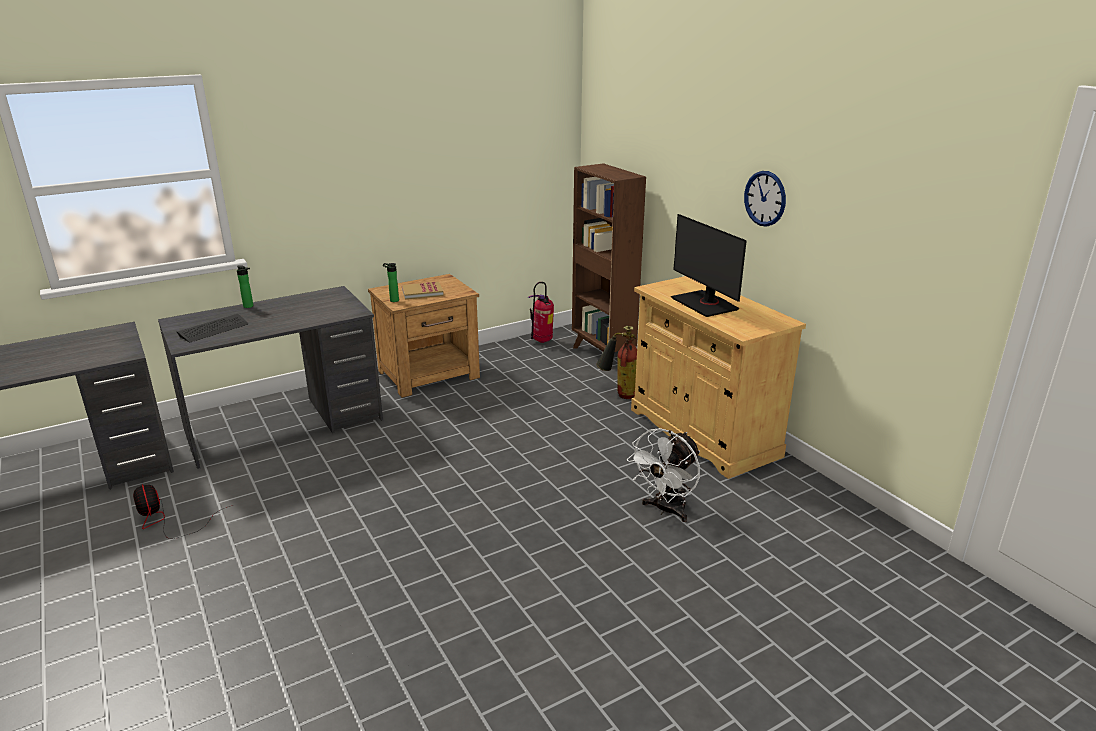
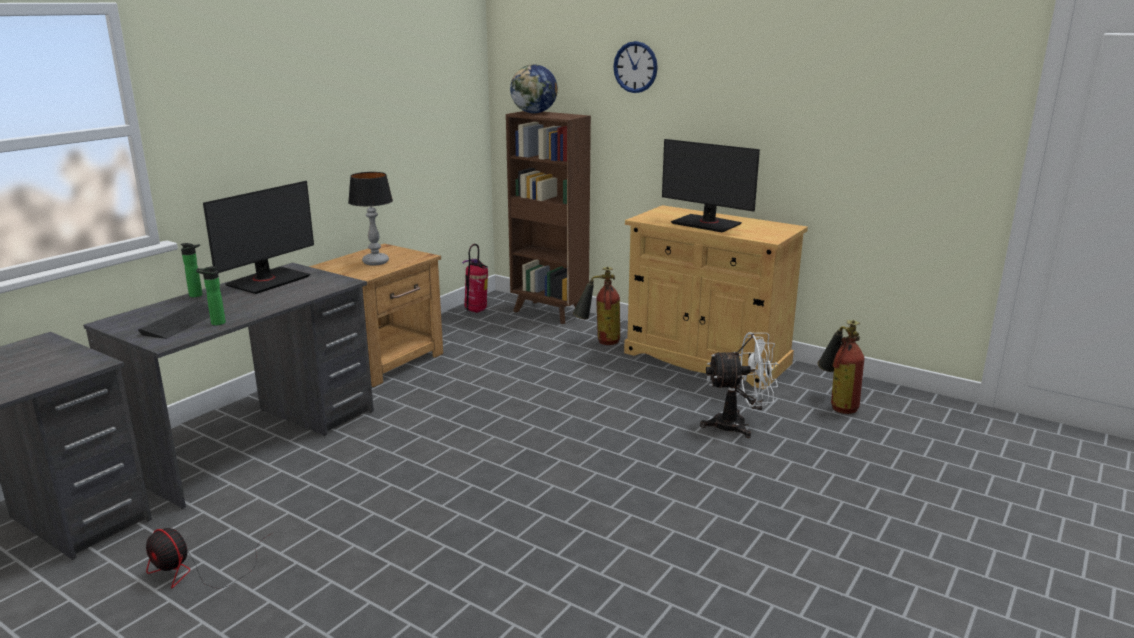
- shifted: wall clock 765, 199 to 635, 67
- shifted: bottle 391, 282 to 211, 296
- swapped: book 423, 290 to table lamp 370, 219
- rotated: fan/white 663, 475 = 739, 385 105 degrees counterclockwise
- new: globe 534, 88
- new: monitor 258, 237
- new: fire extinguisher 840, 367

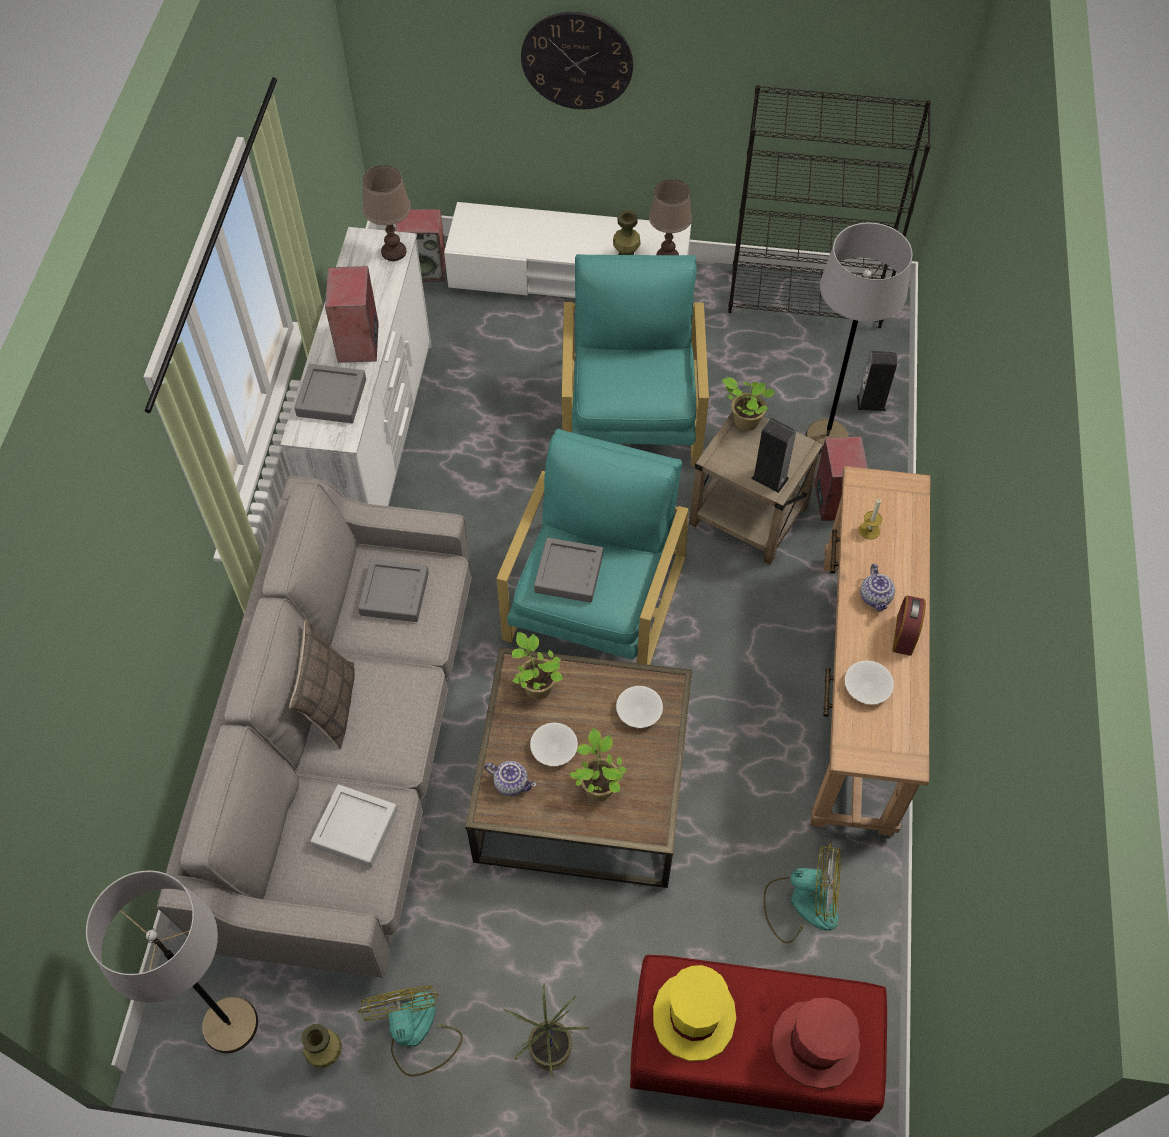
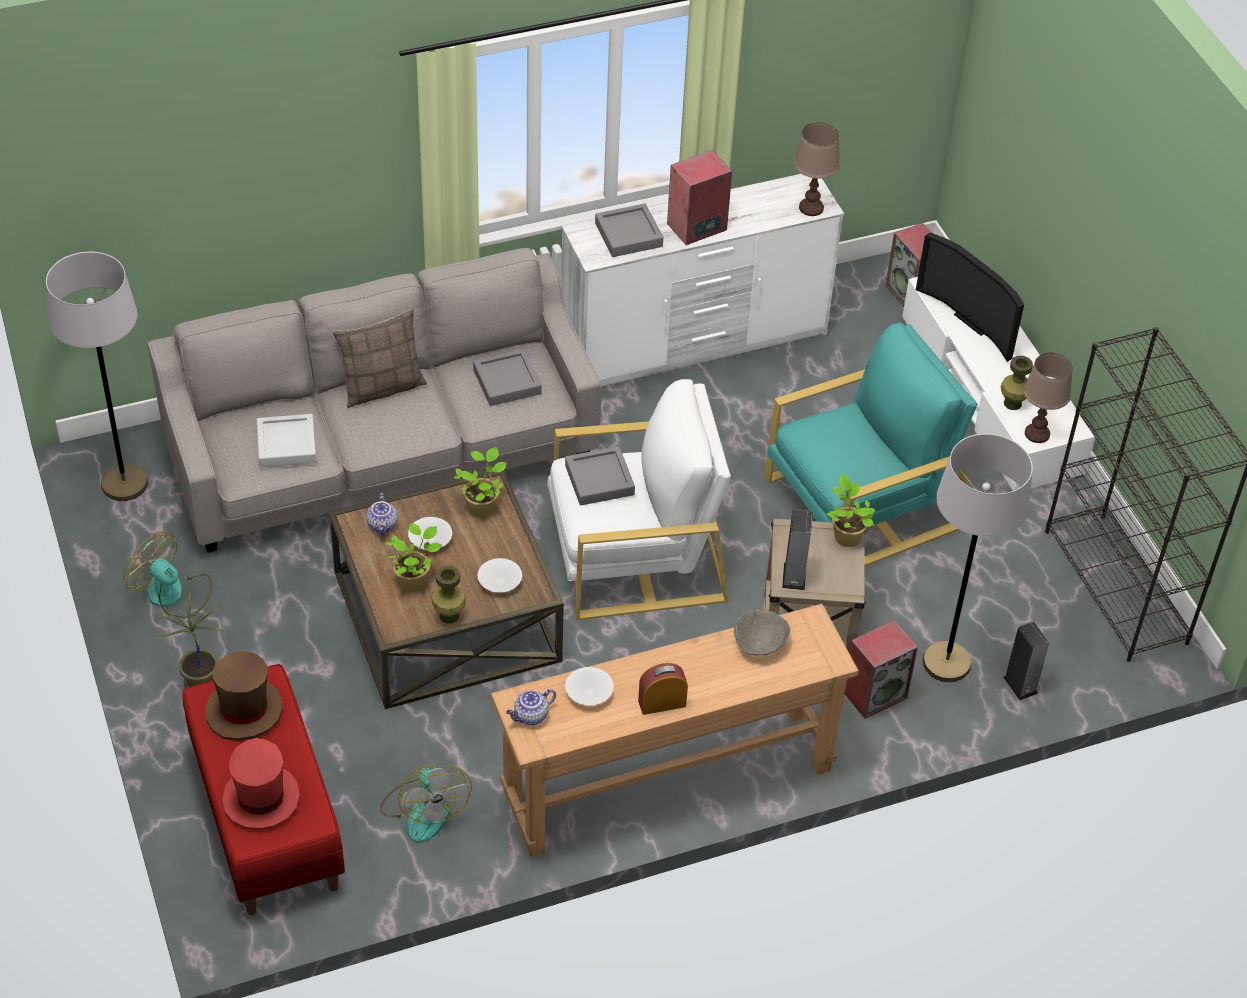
- gone: wall clock 577, 60
- repainted: armchair/turquoise 592, 547 to armchair/white 639, 499
- swapped: candle 870, 518 to bowl/grey 762, 632
- shifted: teapot 877, 587 to 531, 707
- repainted: hat/yellow 694, 1013 to hat/brown 244, 696
- rotated: fan 410, 1031 = 167, 575 105 degrees counterclockwise
- shifted: vase/green 321, 1046 to 449, 595
- new: television 970, 297

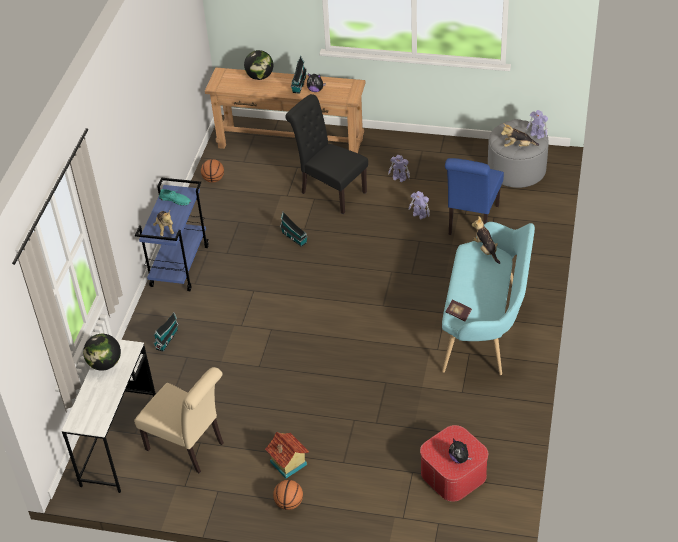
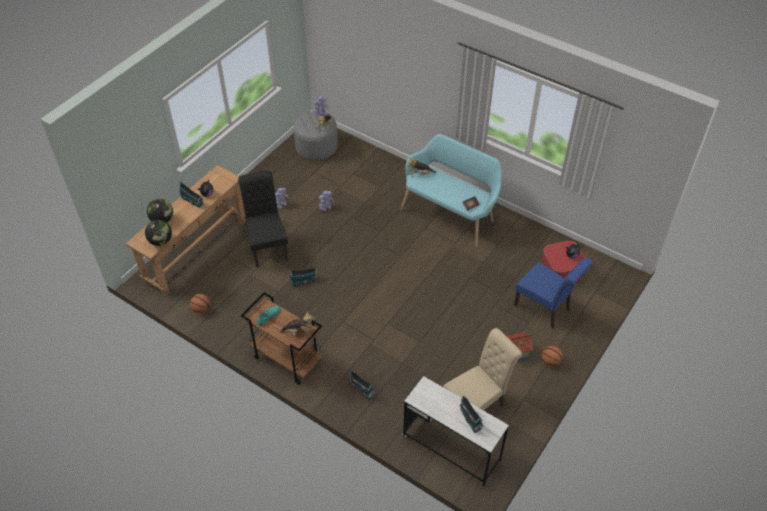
- rotated: chair/black 326, 154 = 263, 219 105 degrees clockwise
- shifted: chair/blue 474, 196 to 553, 293
- repainted: cart/blue 172, 234 to cart/brown 281, 338
- shifted: globe 102, 352 to 158, 233
- new: toy house 471, 414

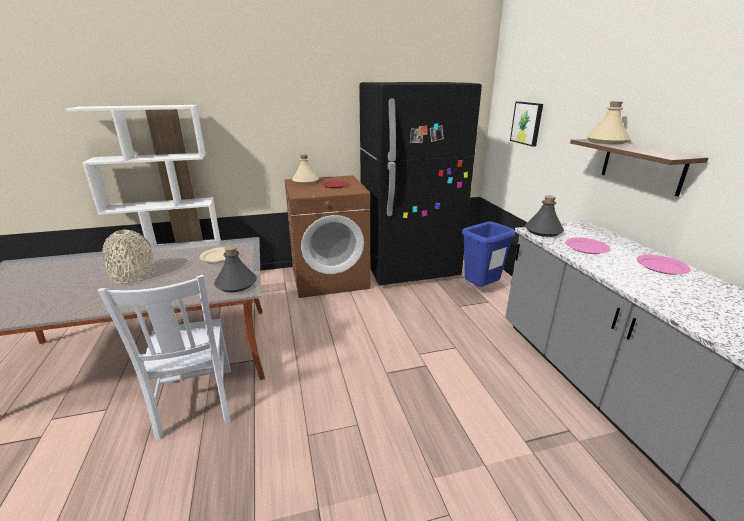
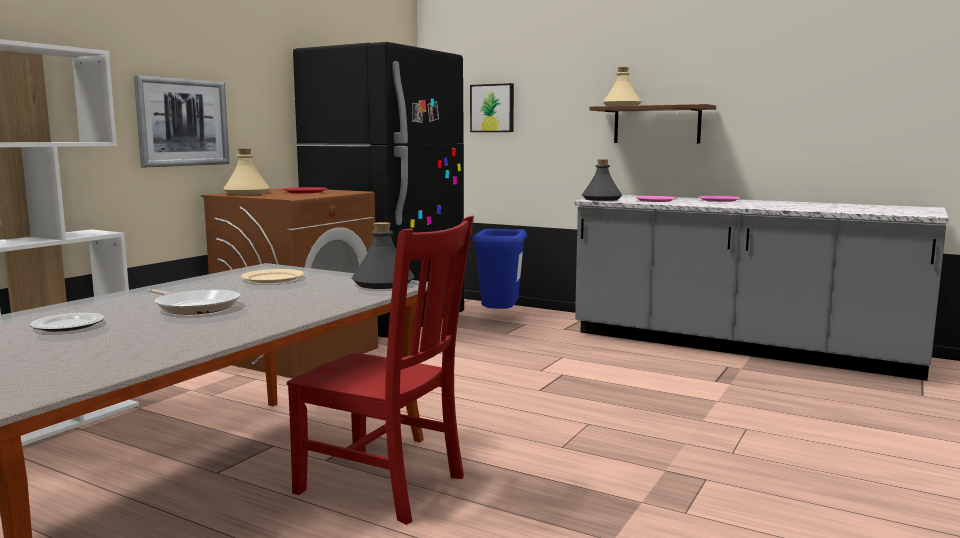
- swapped: vase/beige 129, 256 to frying pan 194, 302
- repainted: chair/white 164, 357 to chair/red 380, 370
- new: picture 182, 121
- new: plate 67, 322

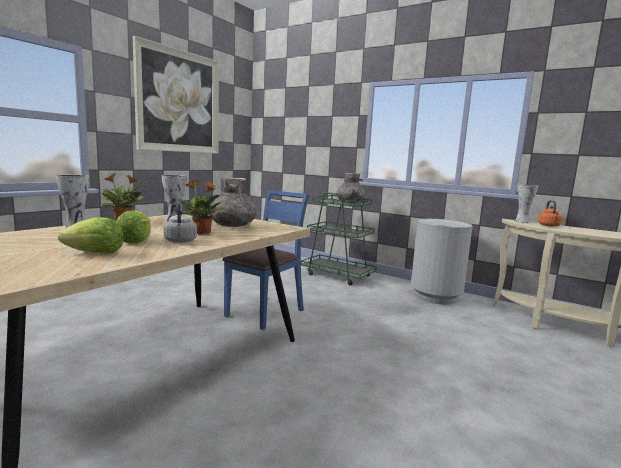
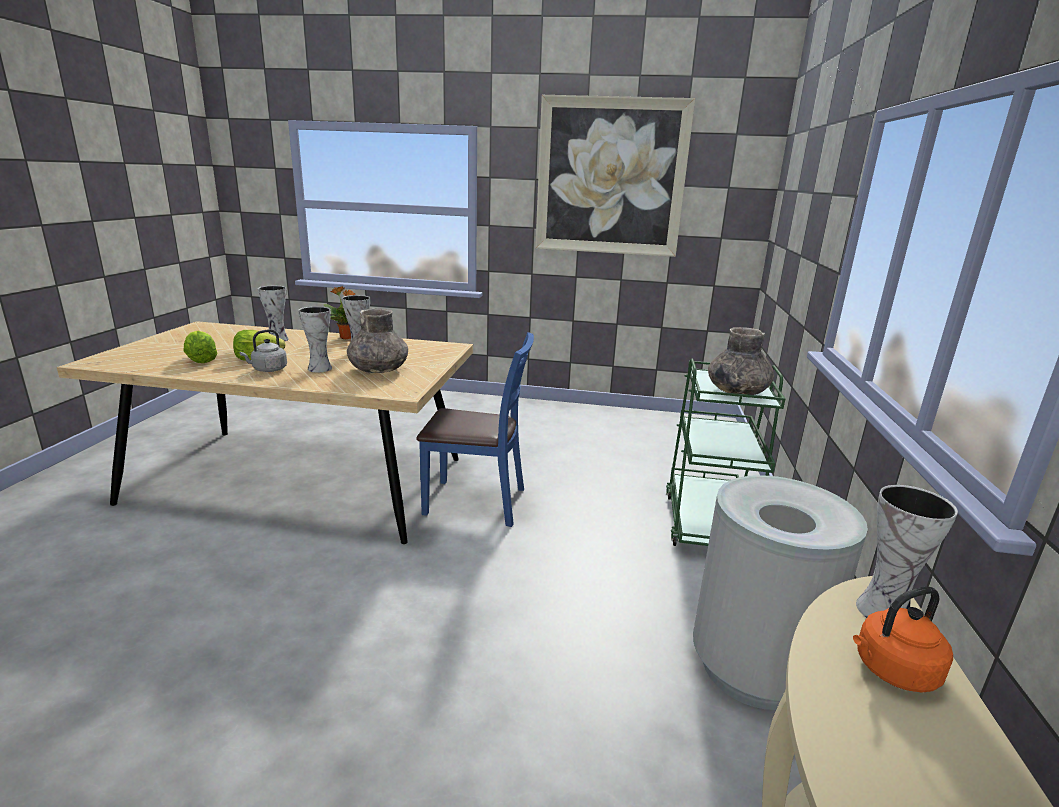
- swapped: potted plant 202, 207 to vase 315, 339

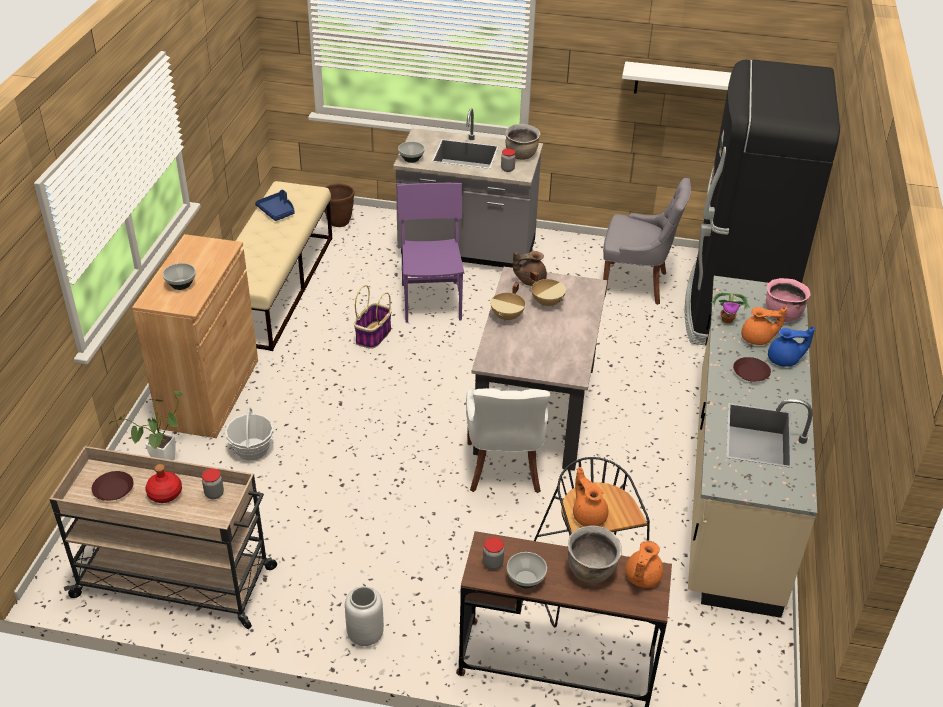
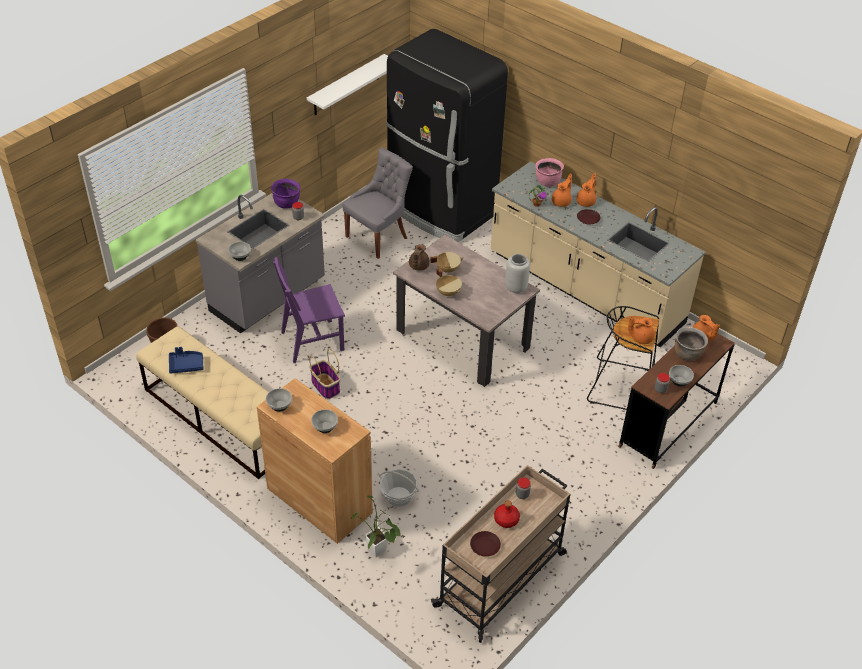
- repainted: cooking pot/brown 523, 142 to cooking pot/purple 285, 194
- rotated: chair/purple 431, 253 = 309, 310 45 degrees counterclockwise
- repainted: teapot/blue 791, 346 to teapot/orange 586, 190
- gone: chair/white 508, 440
- shifted: vase/grey 364, 616 to 517, 273
- new: bowl 279, 400

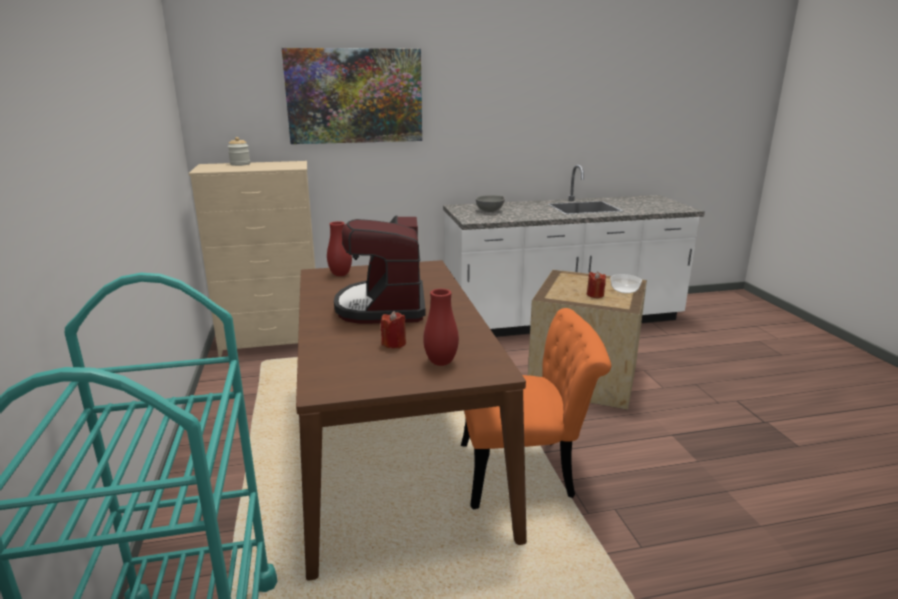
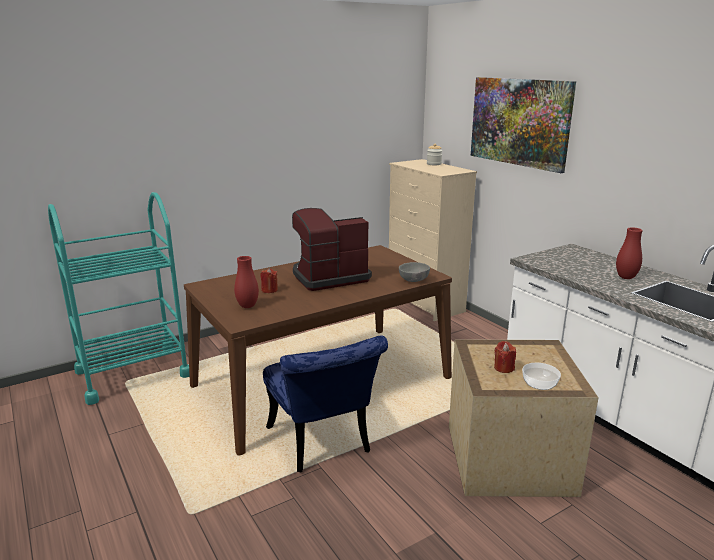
- shifted: bowl/grey 490, 203 to 414, 272
- shifted: vase/red 339, 248 to 629, 253
- repainted: chair/orange 536, 409 to chair/blue 325, 404

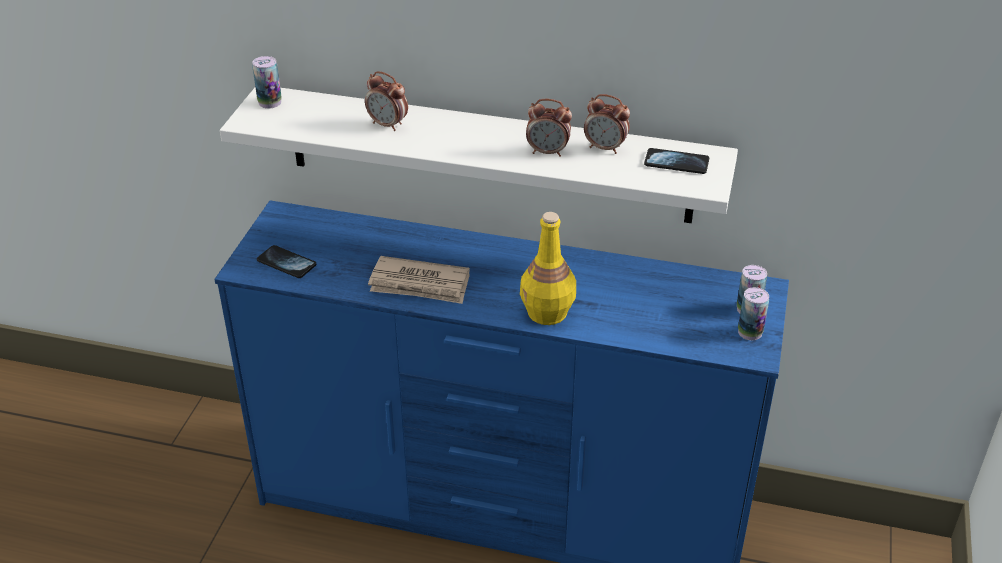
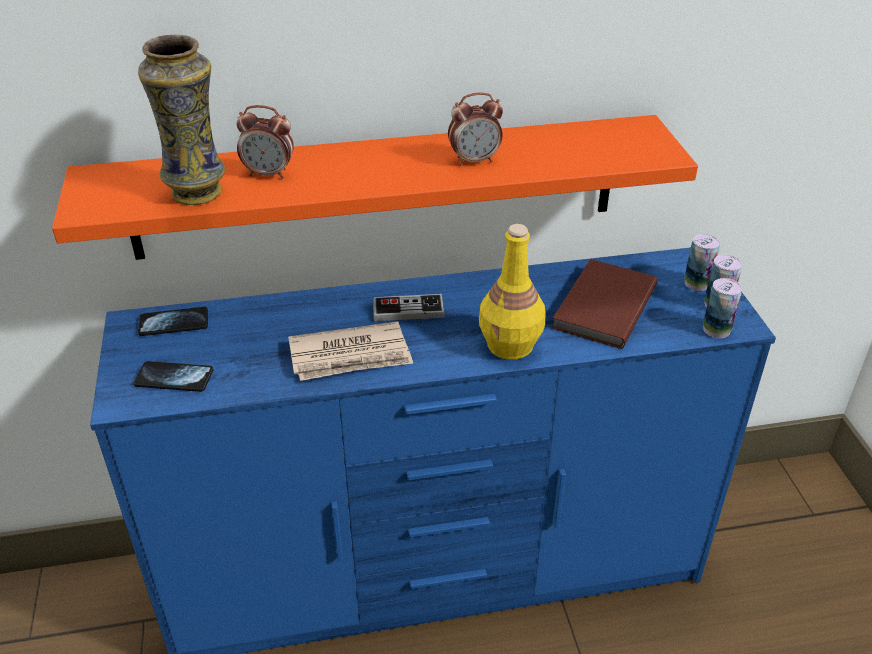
- shifted: can 267, 82 to 722, 308
- repainted: shelf/white 479, 155 to shelf/orange 375, 187
- gone: alarm clock 607, 124
- shifted: phone 676, 161 to 173, 321
- new: vase 181, 119
- new: book/brown 604, 304
- new: game controller 409, 307

